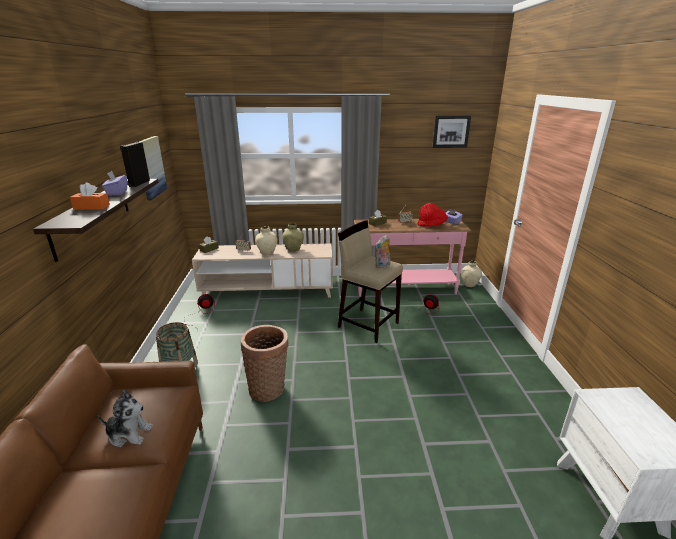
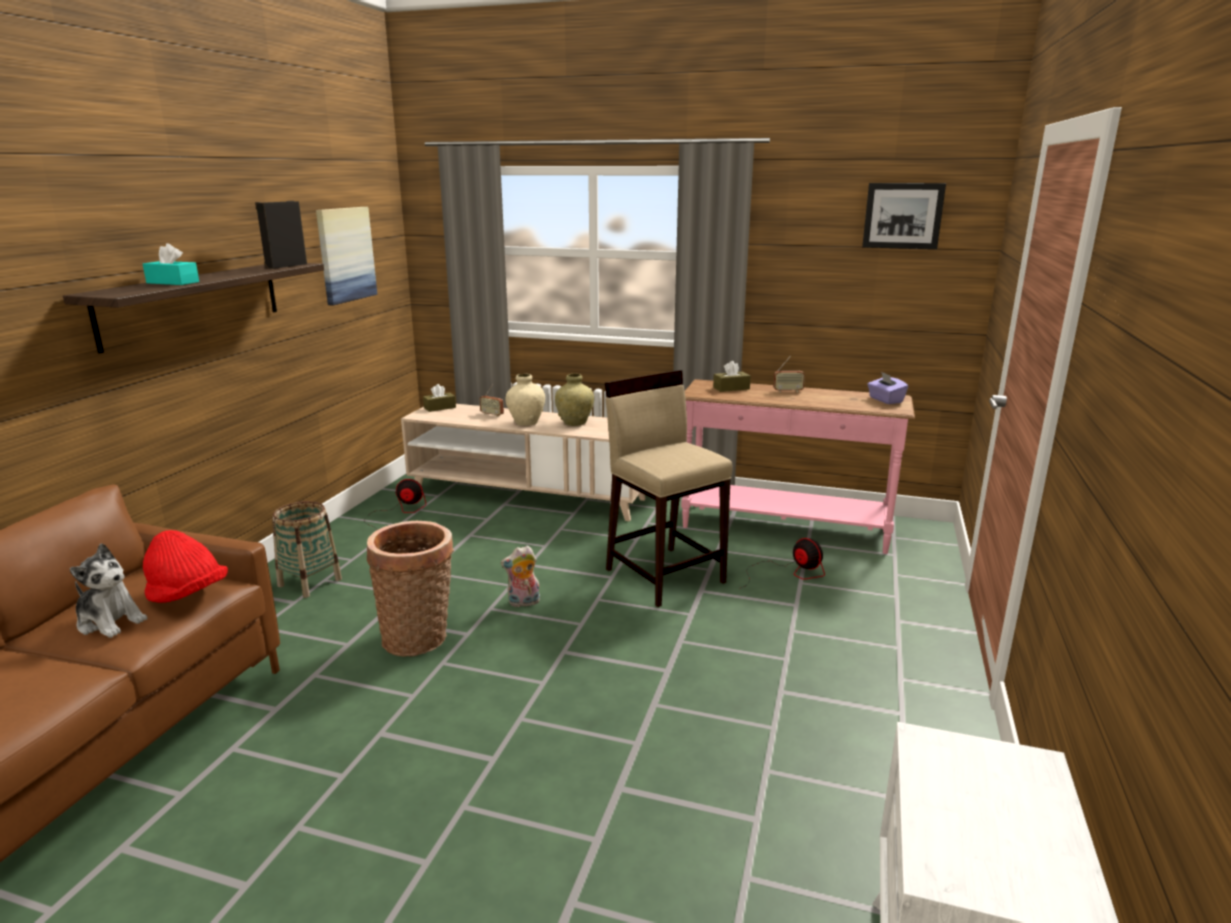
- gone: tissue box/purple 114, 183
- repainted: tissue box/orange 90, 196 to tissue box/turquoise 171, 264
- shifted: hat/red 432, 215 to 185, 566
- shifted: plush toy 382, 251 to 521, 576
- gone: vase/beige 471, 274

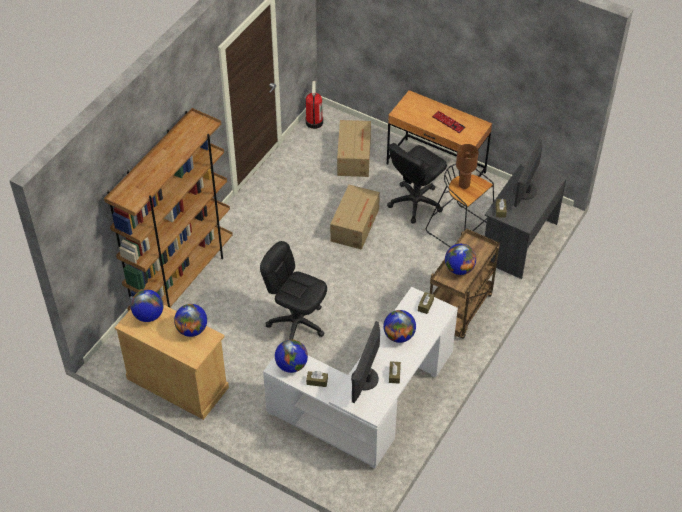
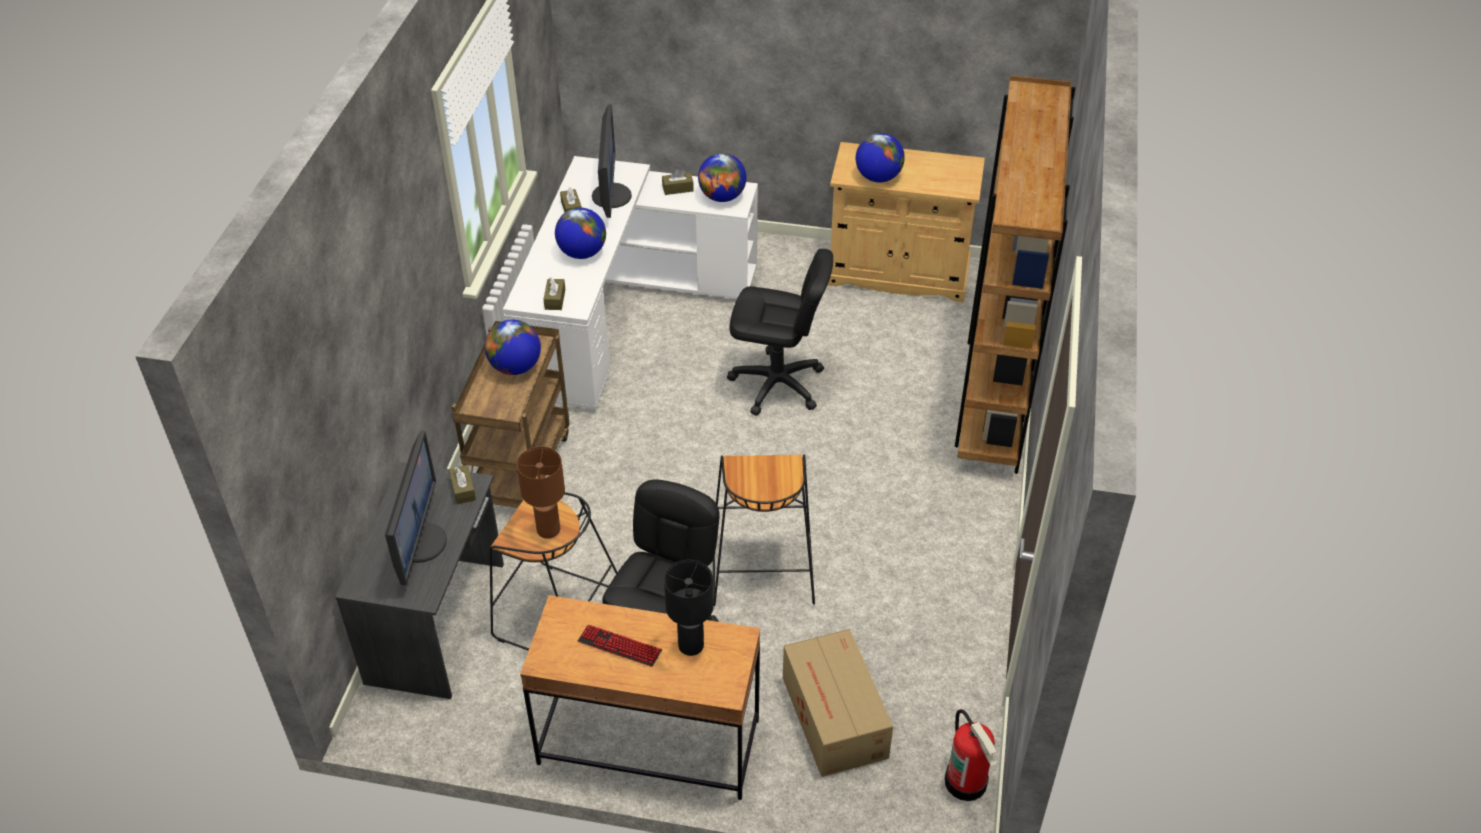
- swapped: cardboard box 355, 217 to stool/black 764, 530
- gone: globe 147, 306
- new: table lamp/black 688, 608

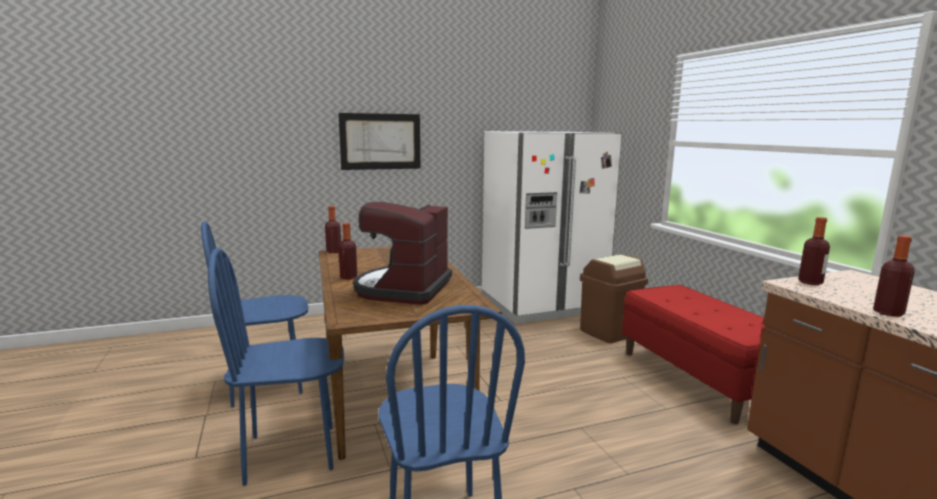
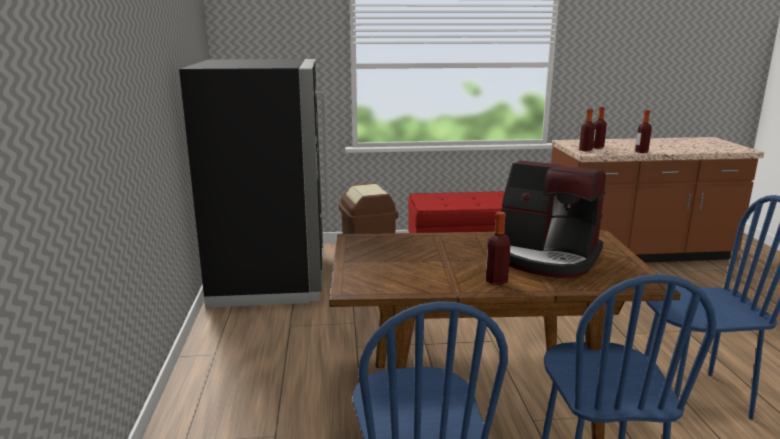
- gone: picture 379, 141
- repainted: fridge/white 552, 227 to fridge/black 254, 183
- shifted: bottle 333, 229 to 600, 128

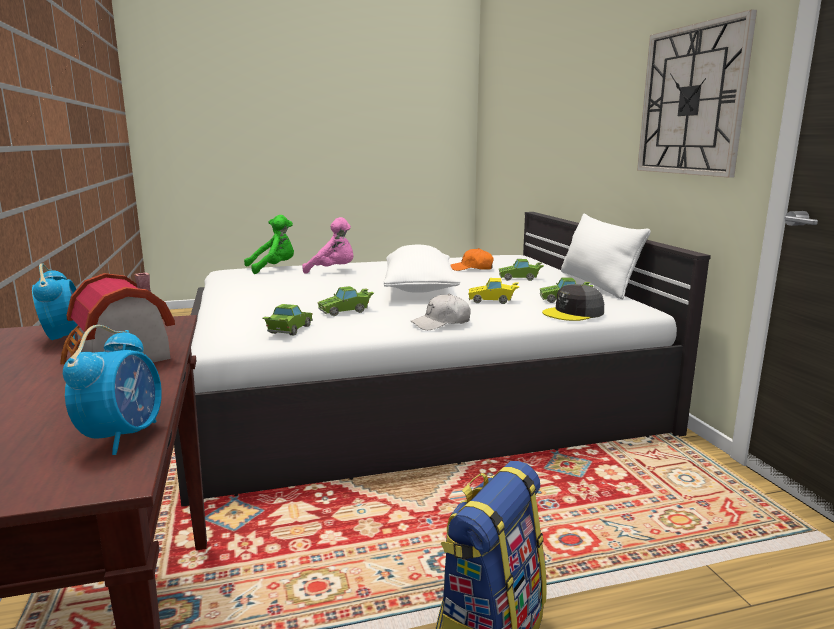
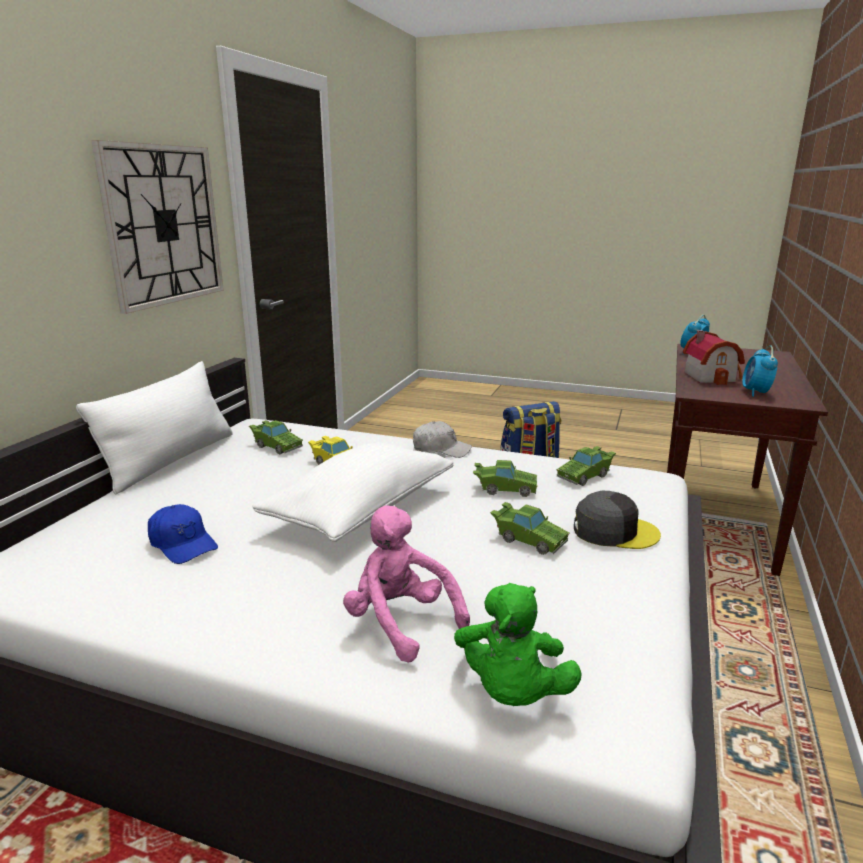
- rotated: plush toy/green 269, 244 = 518, 644 90 degrees counterclockwise
- repainted: cap/orange 472, 259 to cap/blue 183, 534
- shifted: toy car/green 521, 270 to 530, 528
- shifted: cap/grey 573, 302 to 617, 520

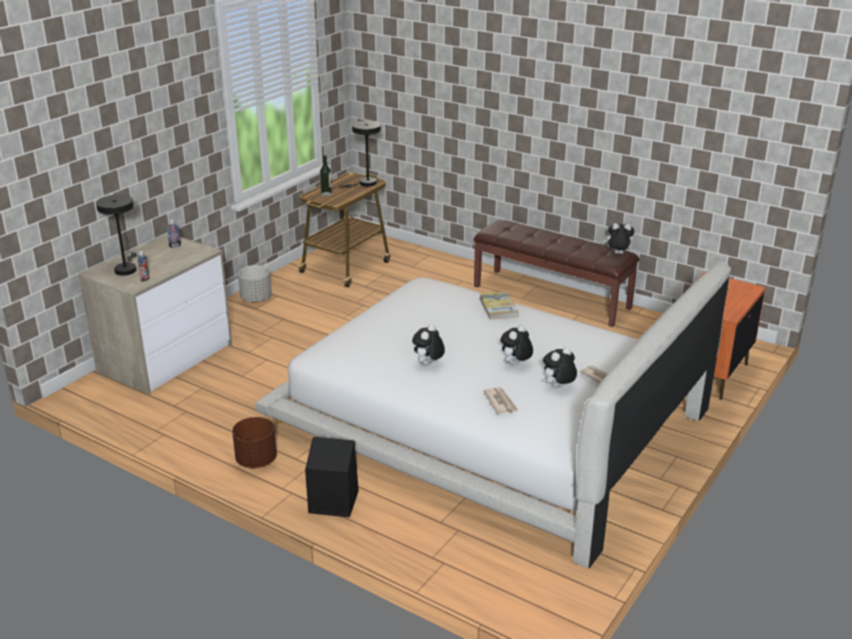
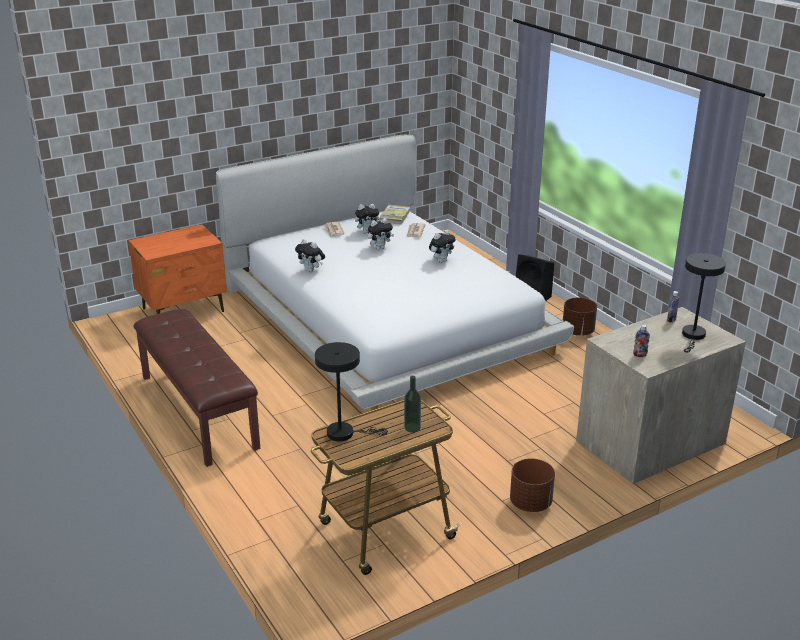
- shifted: plush toy 618, 238 to 310, 255
- repainted: planter/grey 255, 283 to planter/brown 532, 485
- shifted: book 499, 305 to 394, 215

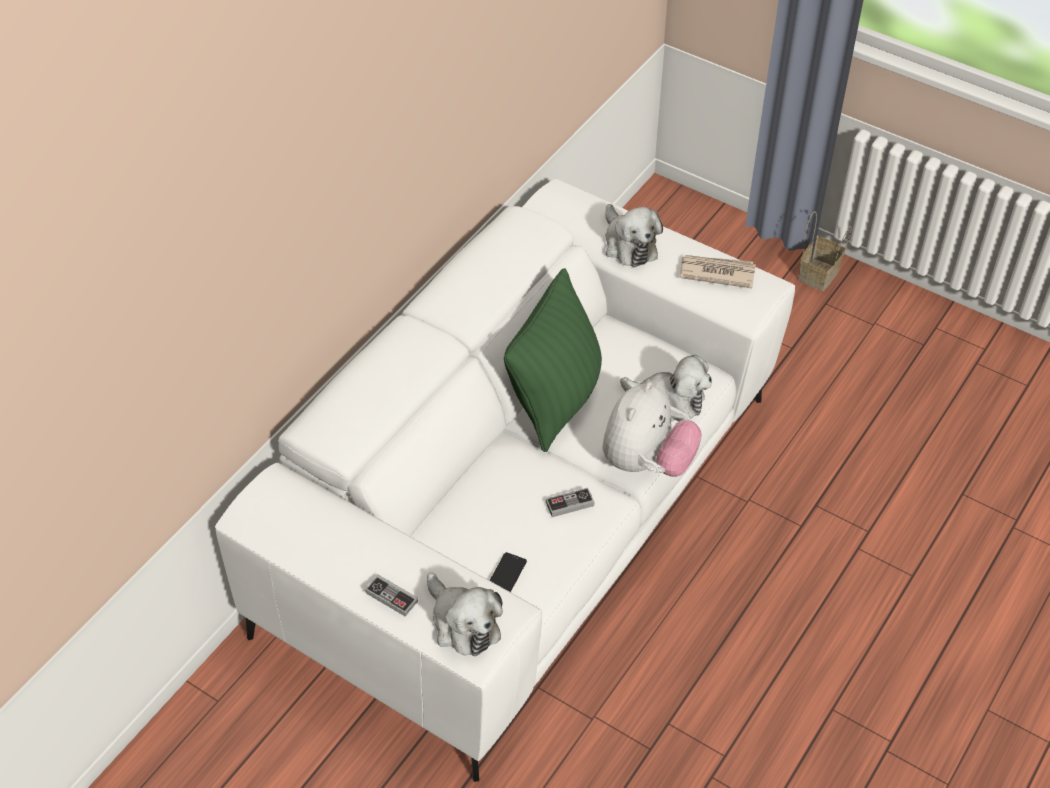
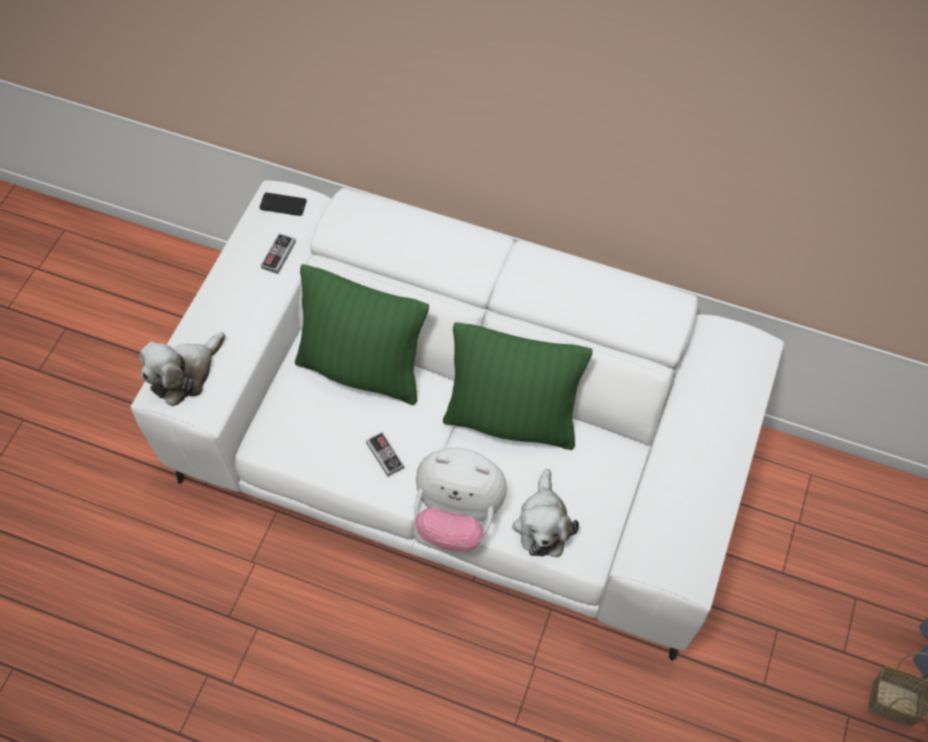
- gone: plush toy 634, 235
- gone: newspaper 718, 272
- shifted: phone 508, 572 to 283, 204
- shifted: game controller 391, 596 to 278, 253
- new: pillow/green 362, 334

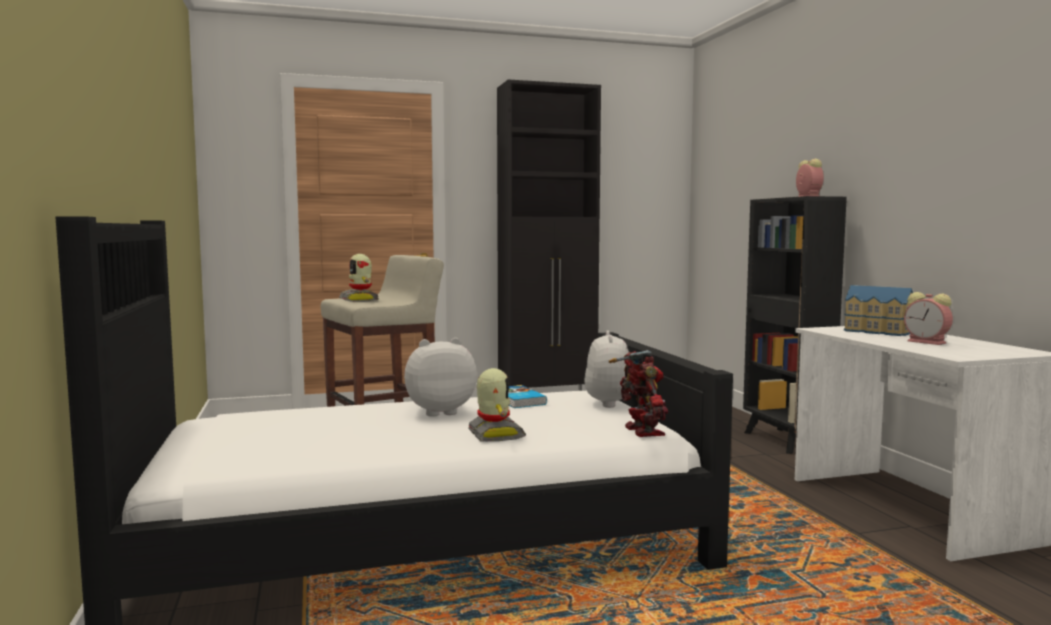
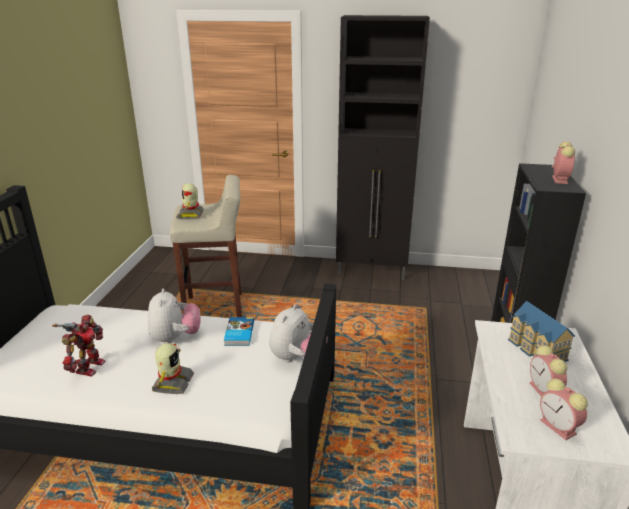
- rotated: plush toy 440, 377 = 174, 316 75 degrees clockwise
- shifted: toy robot 638, 393 to 79, 345
- new: alarm clock 564, 409

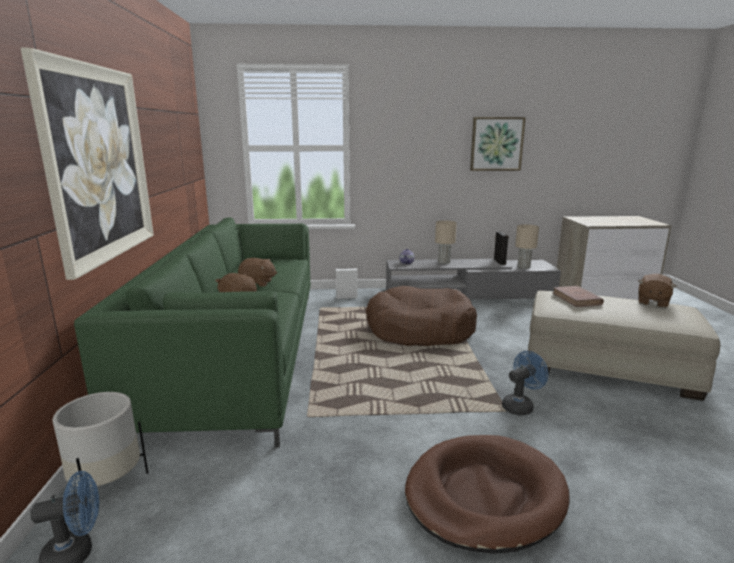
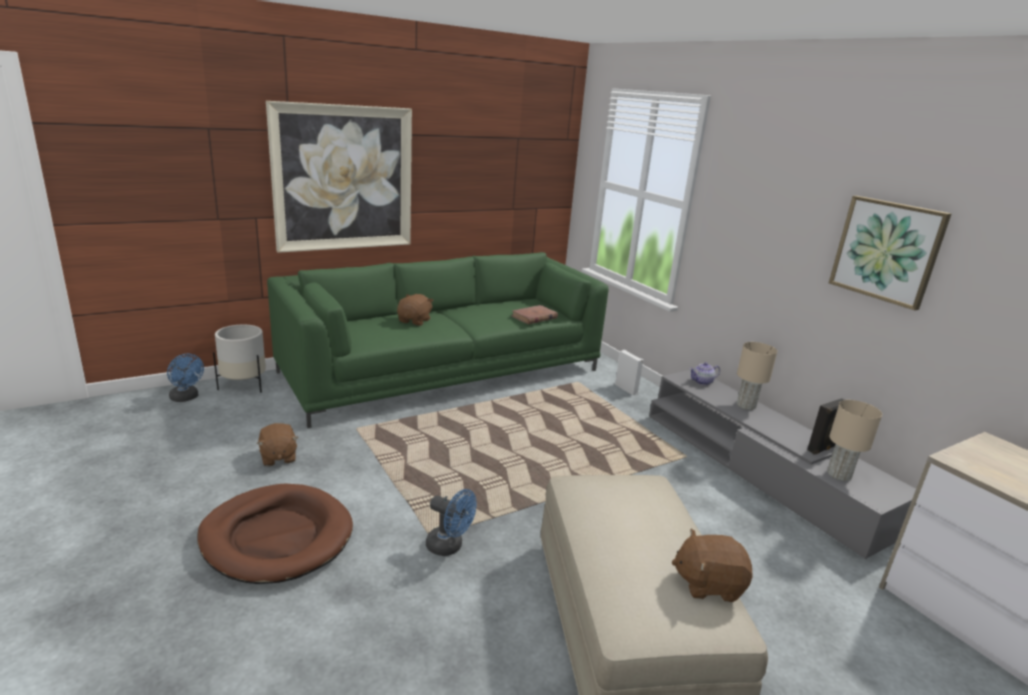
- shifted: plush toy/brown 257, 272 to 277, 444
- gone: dog bed/brown 421, 316
- shifted: book/brown 578, 296 to 534, 315

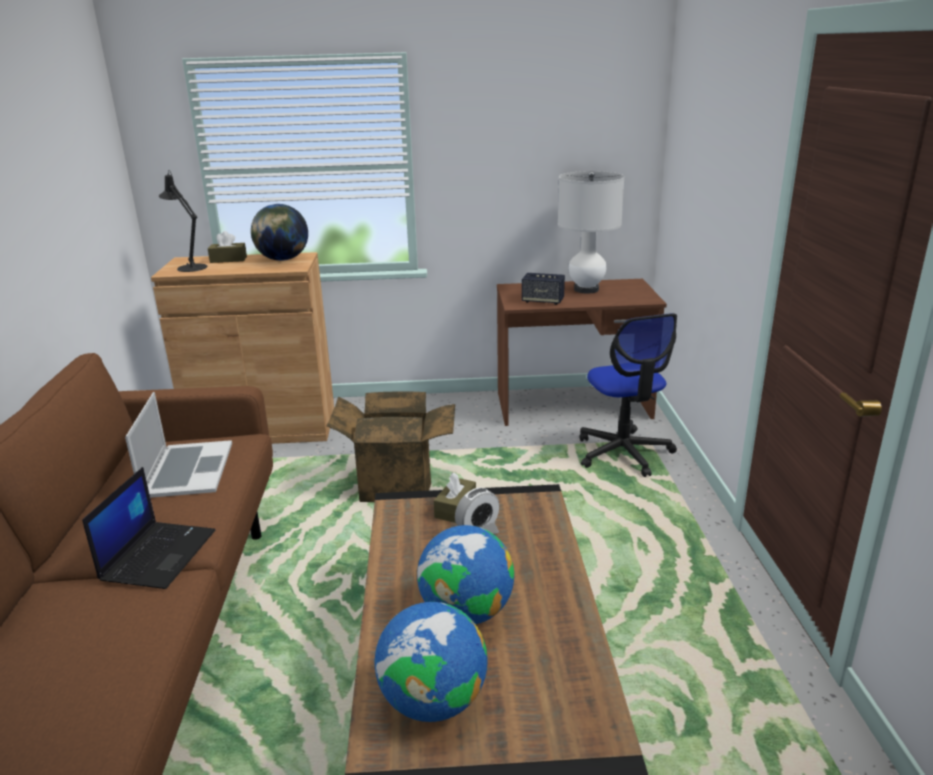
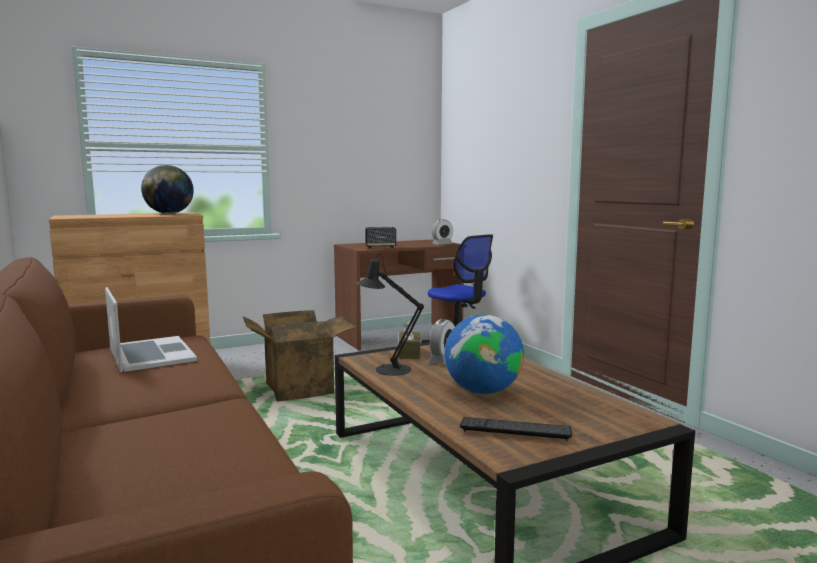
- shifted: table lamp/black 183, 221 to 391, 315
- gone: table lamp/white 591, 232
- gone: tissue box/brown 227, 247
- gone: laptop 148, 528
- swapped: globe 431, 662 to keyboard 516, 429
- new: alarm clock 442, 232

